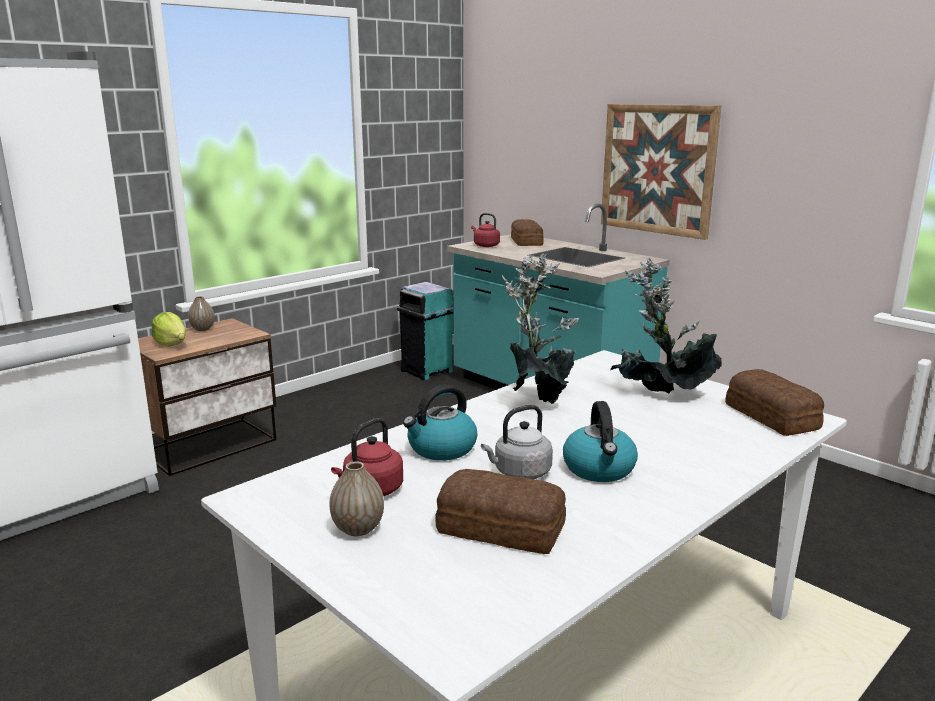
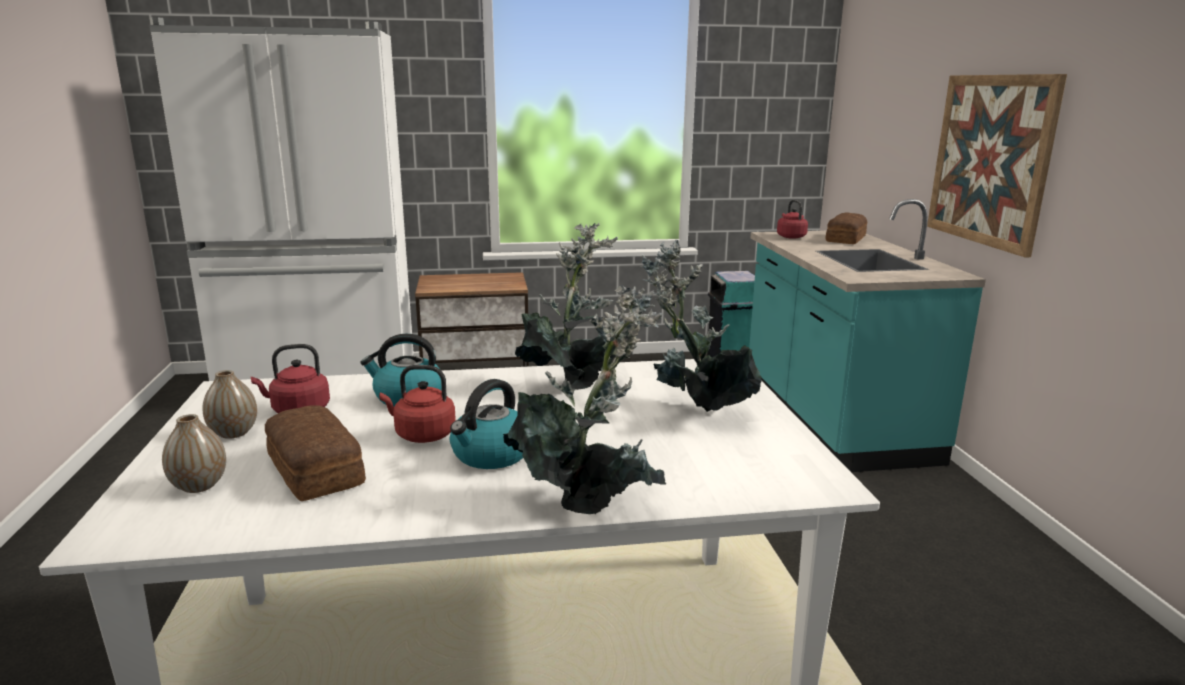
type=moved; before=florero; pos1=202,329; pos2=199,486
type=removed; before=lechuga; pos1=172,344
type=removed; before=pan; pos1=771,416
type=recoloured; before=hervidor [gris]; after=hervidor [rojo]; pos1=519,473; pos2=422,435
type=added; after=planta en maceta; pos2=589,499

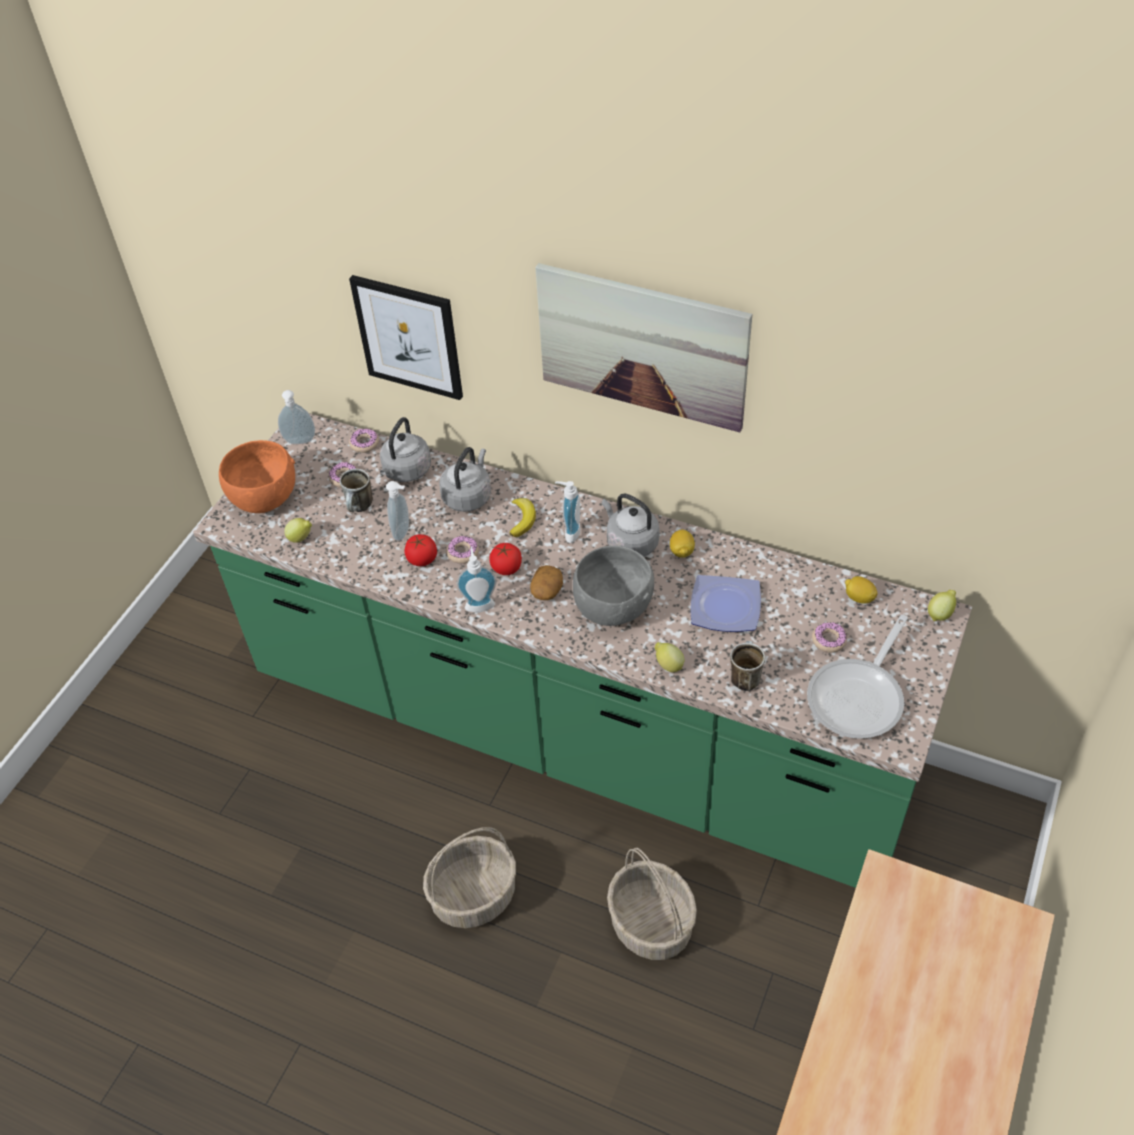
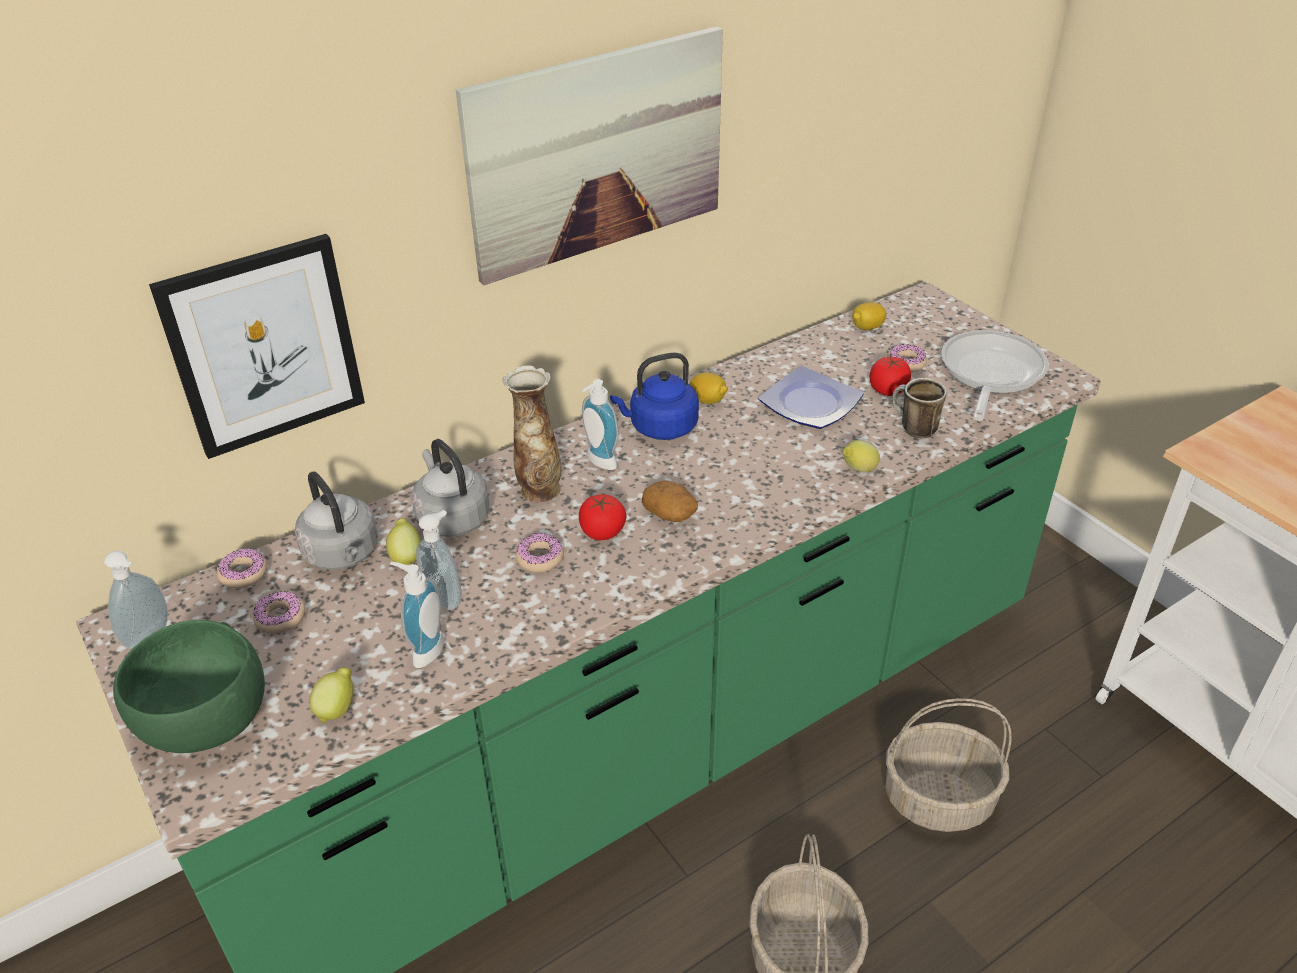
type=recoloured; before=cuenco [naranja]; after=cuenco [verde]; pos1=264,497; pos2=206,721
type=removed; before=taza grande; pos1=360,508
type=recoloured; before=hervidor [gris]; after=hervidor [azul]; pos1=630,542; pos2=660,427
type=replaced; before=plátano; after=florero; pos1=522,519; pos2=539,489
type=moved; before=tomate; pos1=422,559; pos2=888,390
type=removed; before=cuenco [gris]; pos1=613,606
type=moved; before=dispensador de jabón; pos1=479,603; pos2=424,650
type=moved; before=limón; pos1=940,614; pos2=406,557
type=turned; before=sartén; pos1=859,697; pos2=989,375; turn=-135

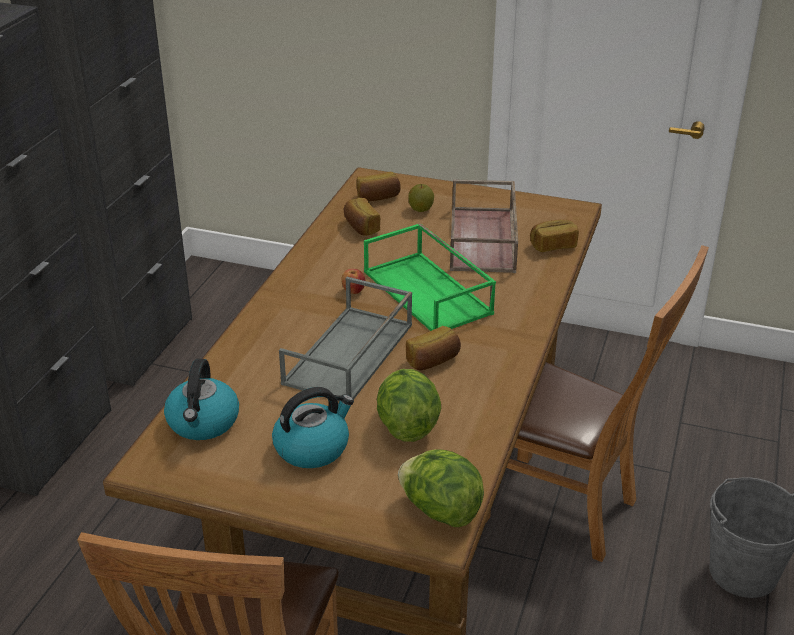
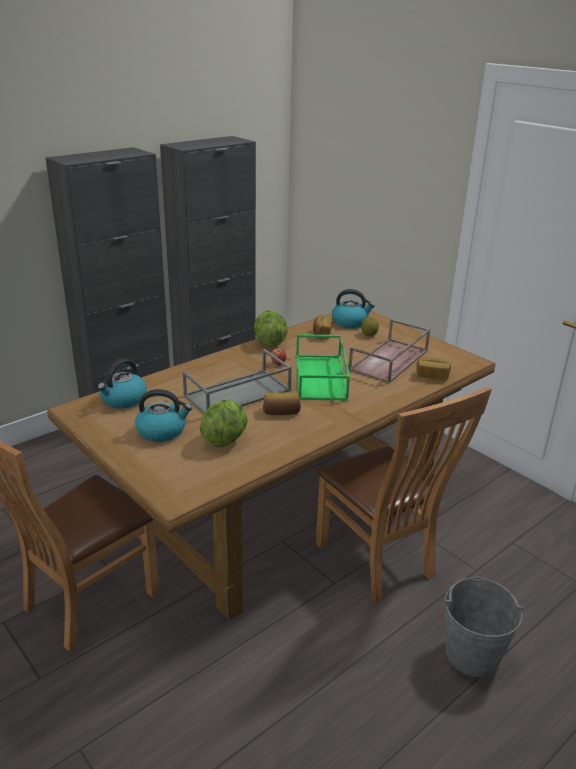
type=replaced; before=pan; after=hervidor; pos1=378,197; pos2=350,322
type=moved; before=lechuga; pos1=440,511; pos2=269,342

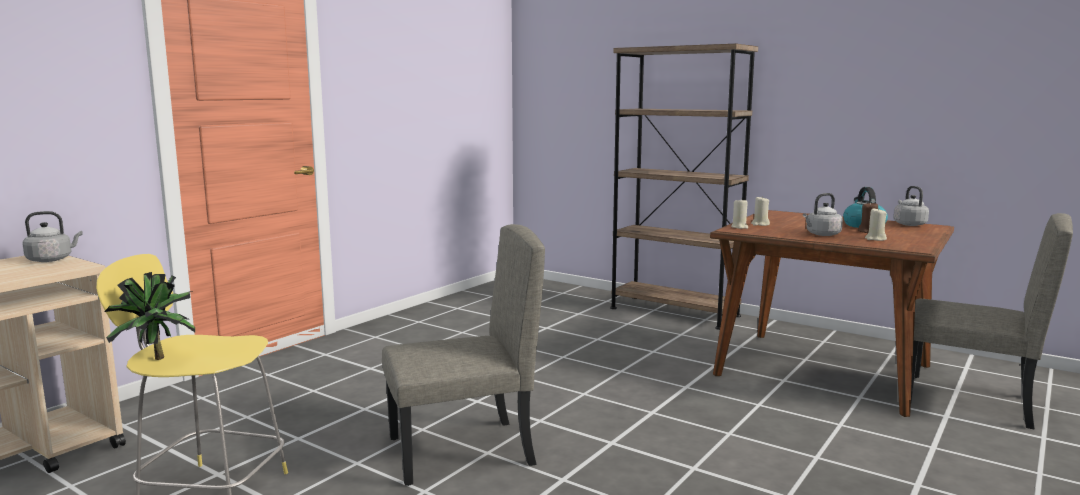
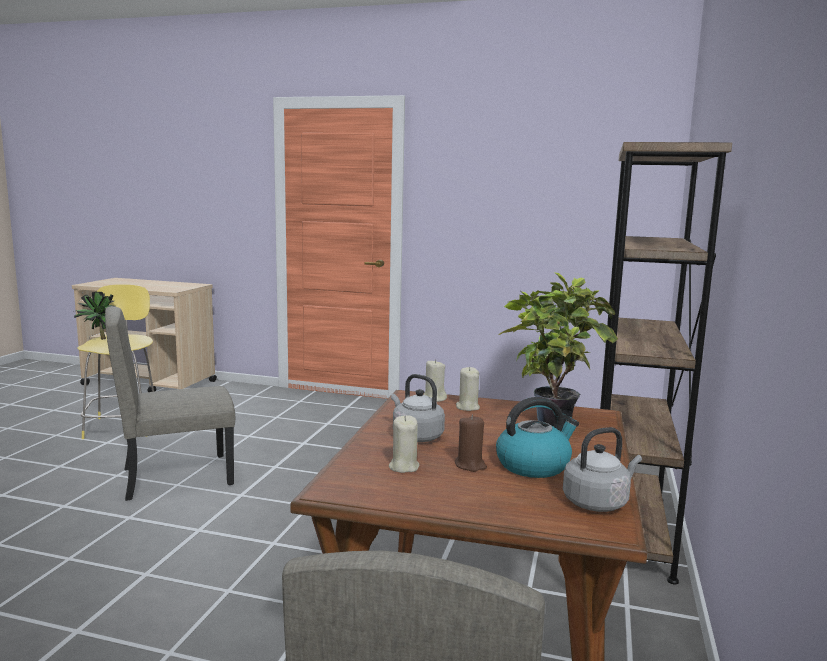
type=removed; before=hervidor [gris]; pos1=52,259
type=turned; before=silla [beis]; pos1=461,452; pos2=177,476; turn=105
type=added; after=planta en maceta; pos2=552,420

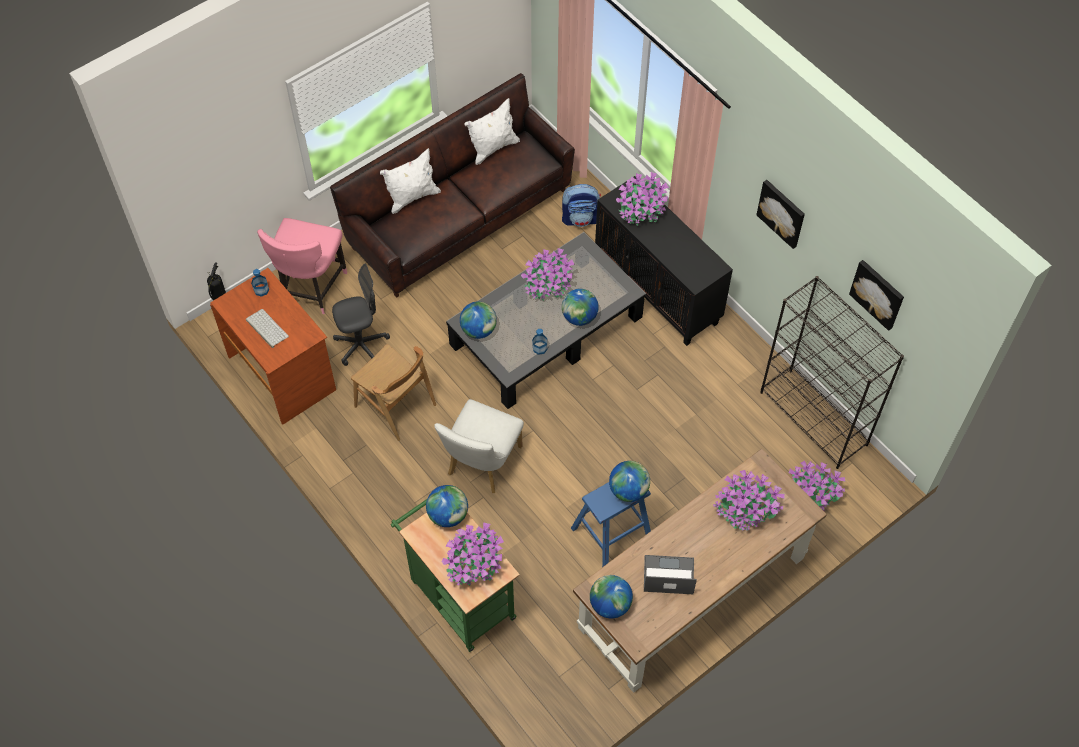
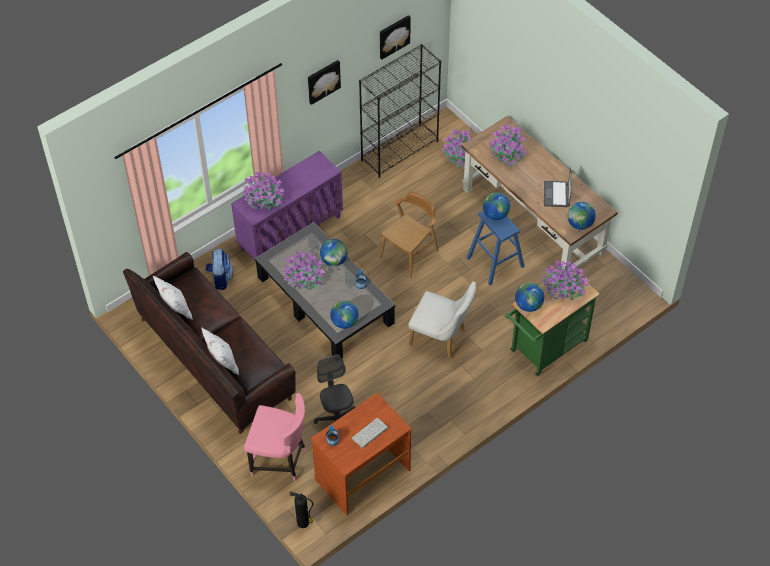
type=recoloured; before=armario [negro]; after=armario [morado]; pos1=658,290; pos2=290,232
type=moved; before=silla [marrón]; pos1=395,406; pos2=409,254

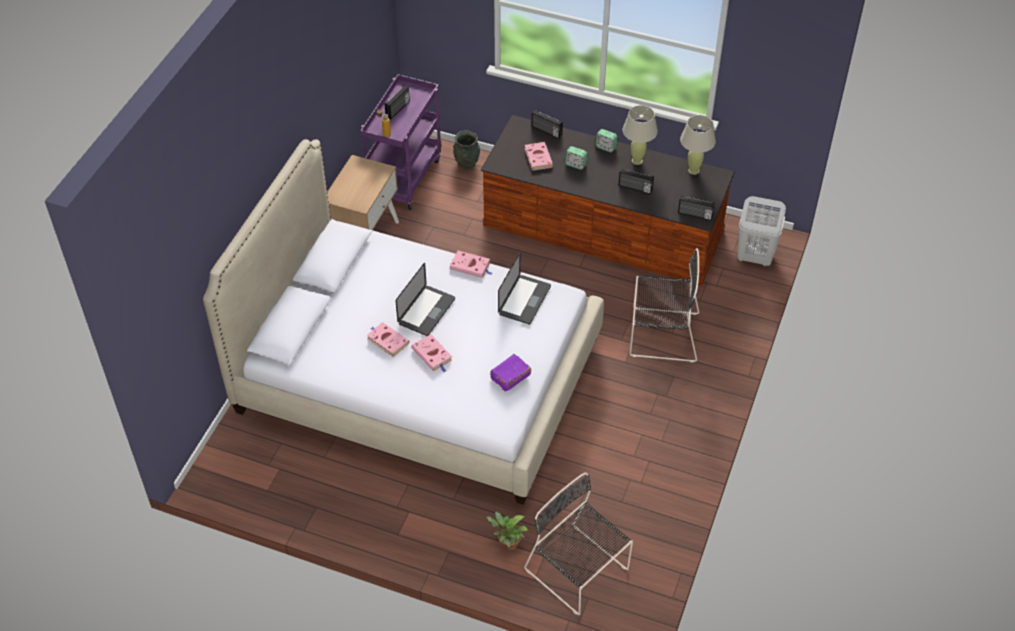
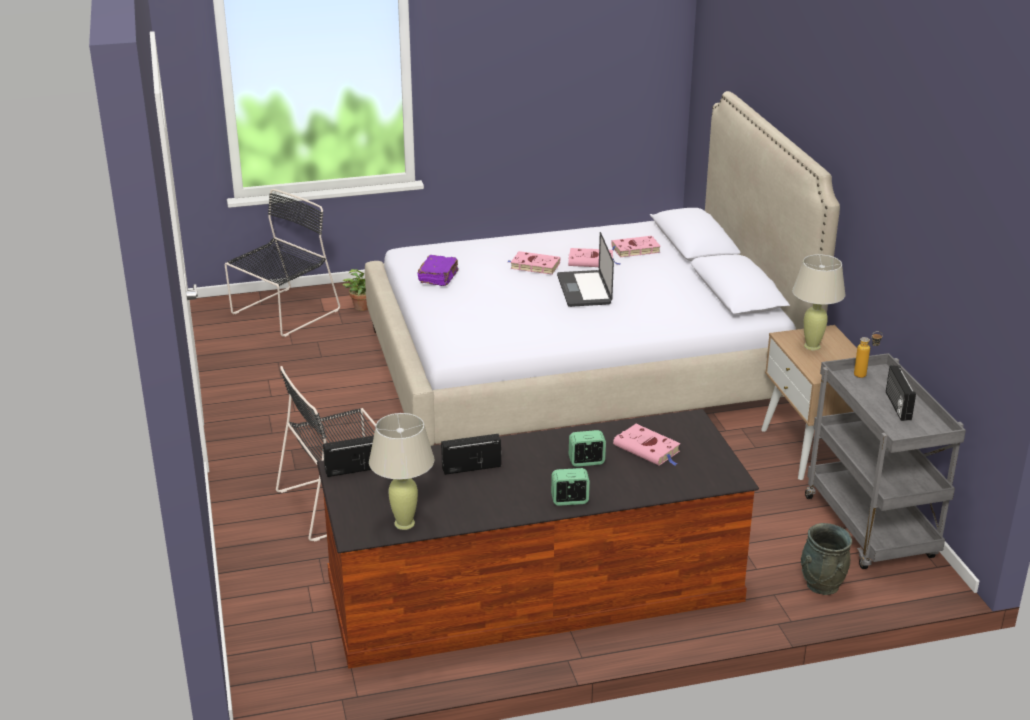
type=recoloured; before=carrito [morado]; after=carrito [gris]; pos1=404,177; pos2=871,529
type=moved; before=lámpara de mesa [beis]; pos1=637,161; pos2=812,346
type=removed; before=radio; pos1=546,131
type=removed; before=cesto de la ropa [blanco]; pos1=754,257
type=moved; before=libro [rosa]; pos1=471,266; pos2=634,250
type=removed; before=portátil; pos1=524,300
type=turned; before=silla [negro]; pos1=578,572; pos2=283,313; turn=-60

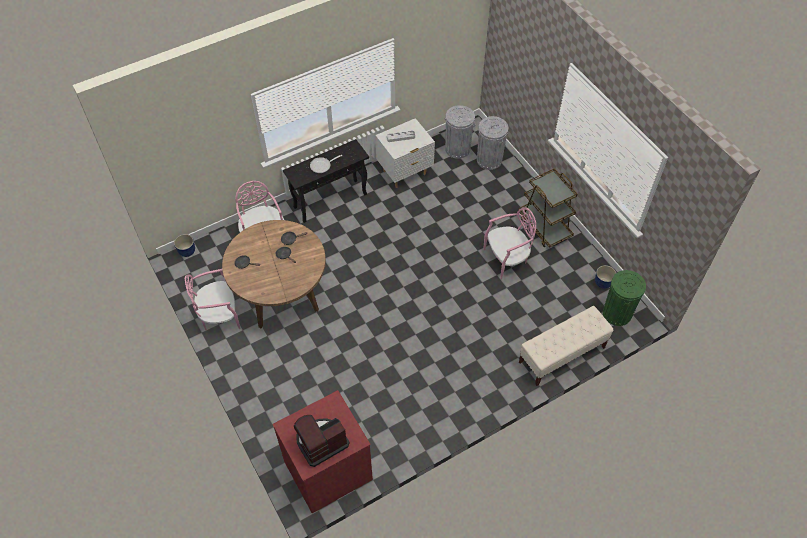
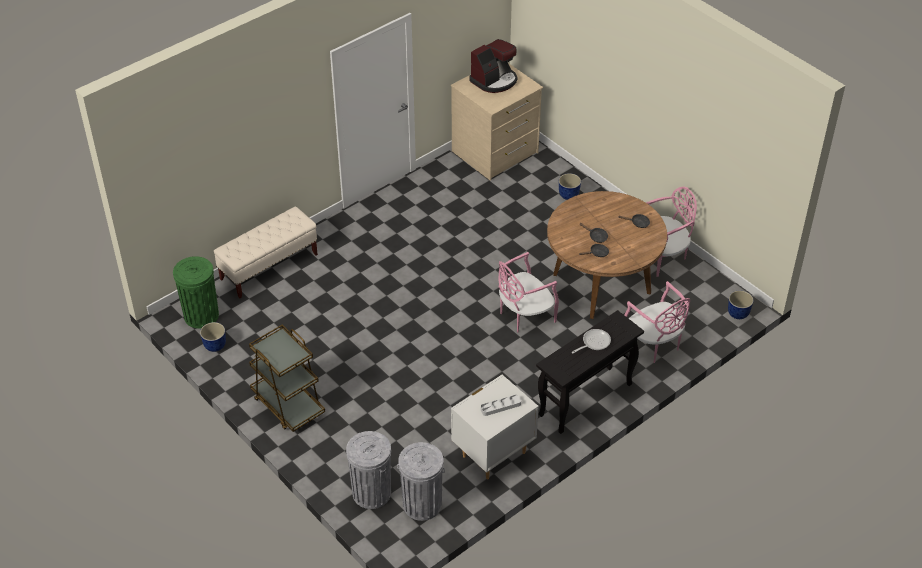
type=moved; before=silla [rosa]; pos1=507,259; pos2=524,315
type=recoloured; before=cómoda [rojo]; after=cómoda [beis]; pos1=327,469; pos2=495,153
type=added; after=maceta; pos2=569,195

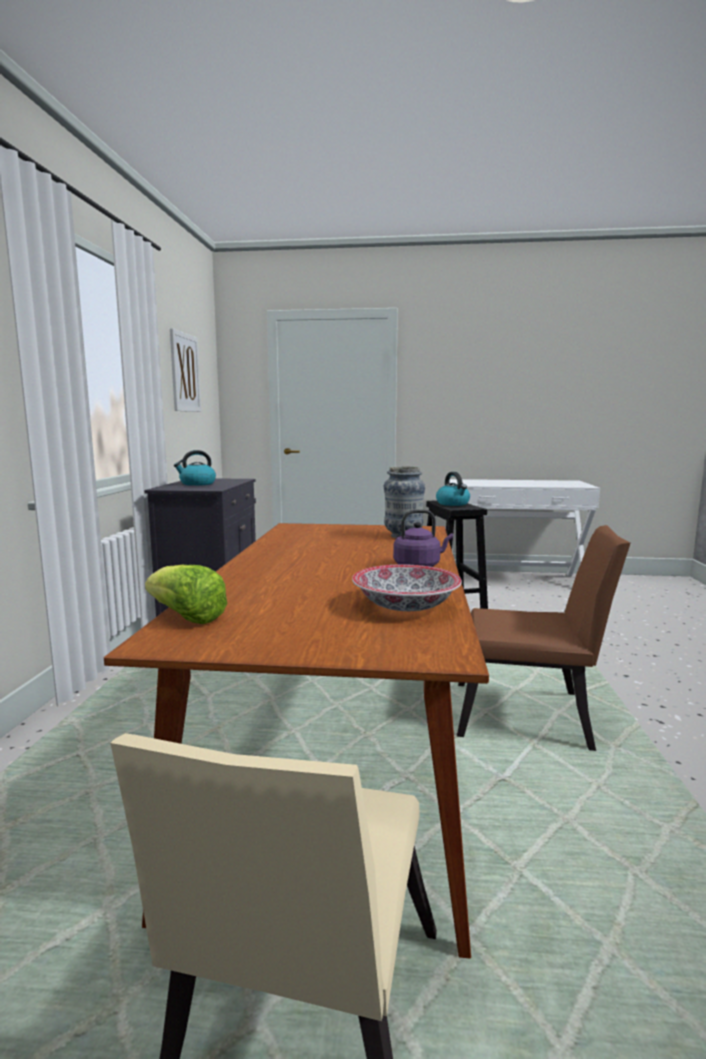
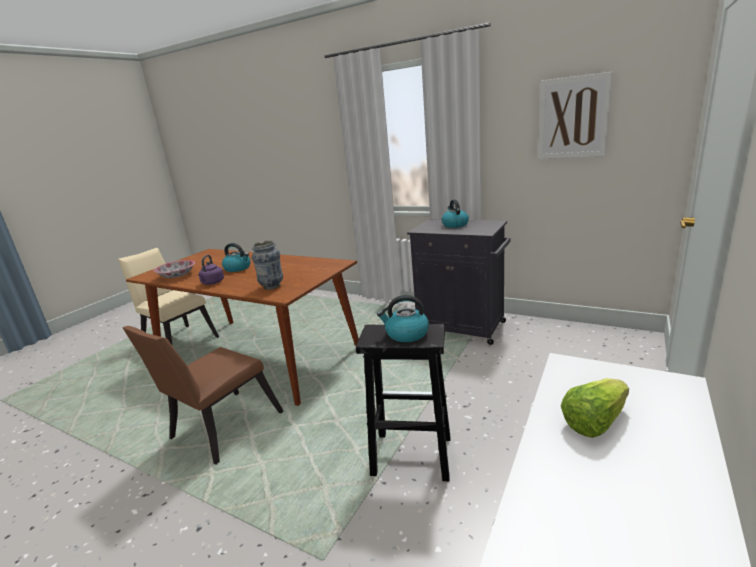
type=moved; before=lechuga; pos1=186,617; pos2=594,422
type=added; after=hervidor; pos2=238,268

